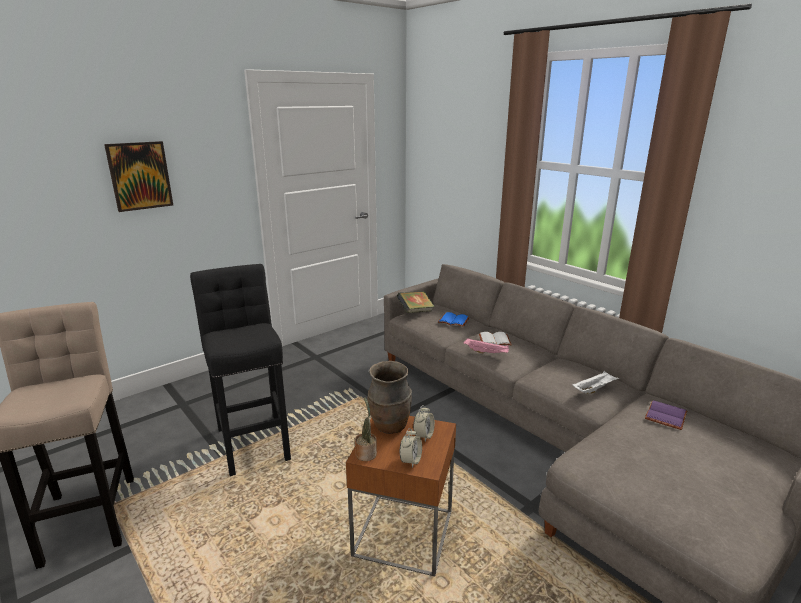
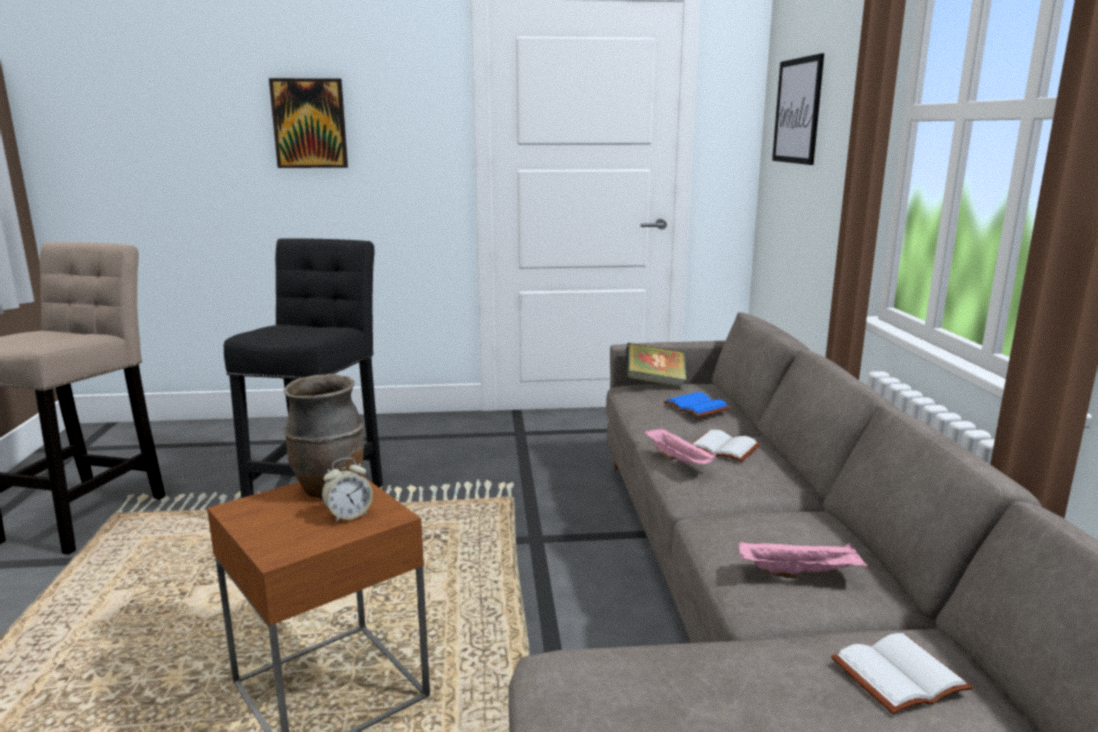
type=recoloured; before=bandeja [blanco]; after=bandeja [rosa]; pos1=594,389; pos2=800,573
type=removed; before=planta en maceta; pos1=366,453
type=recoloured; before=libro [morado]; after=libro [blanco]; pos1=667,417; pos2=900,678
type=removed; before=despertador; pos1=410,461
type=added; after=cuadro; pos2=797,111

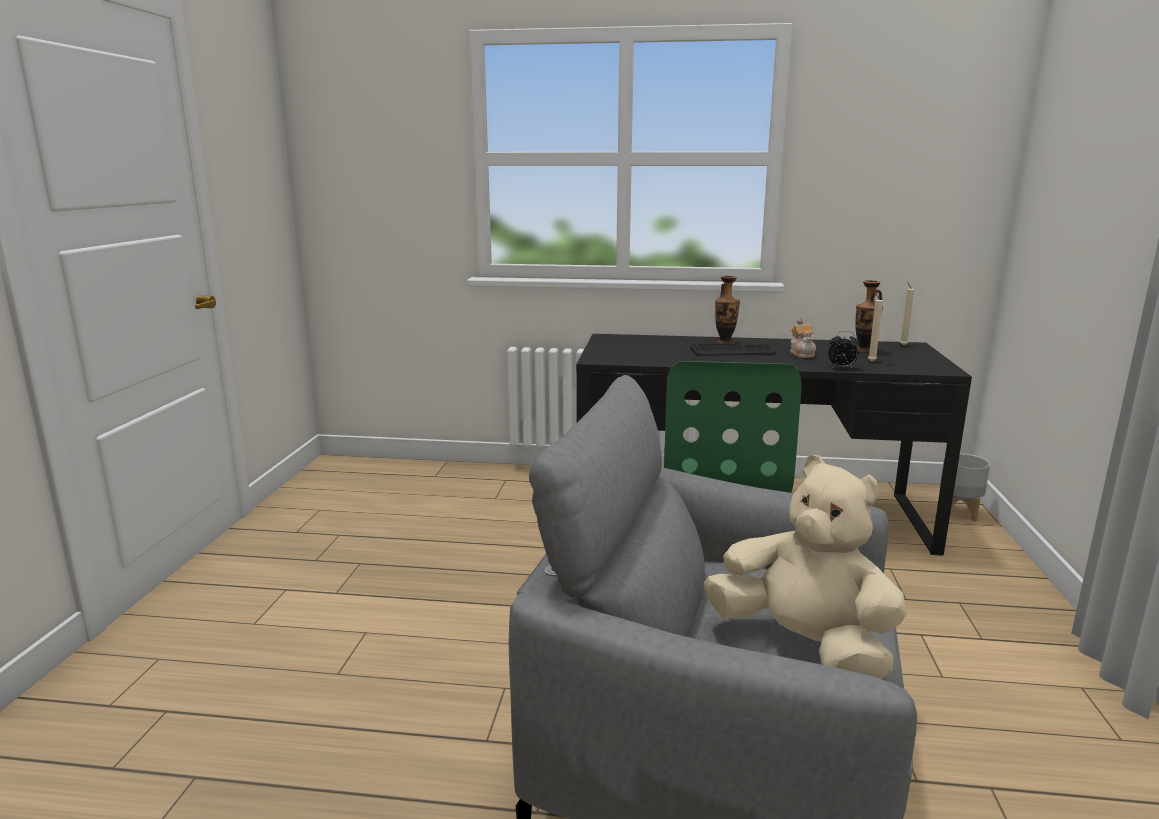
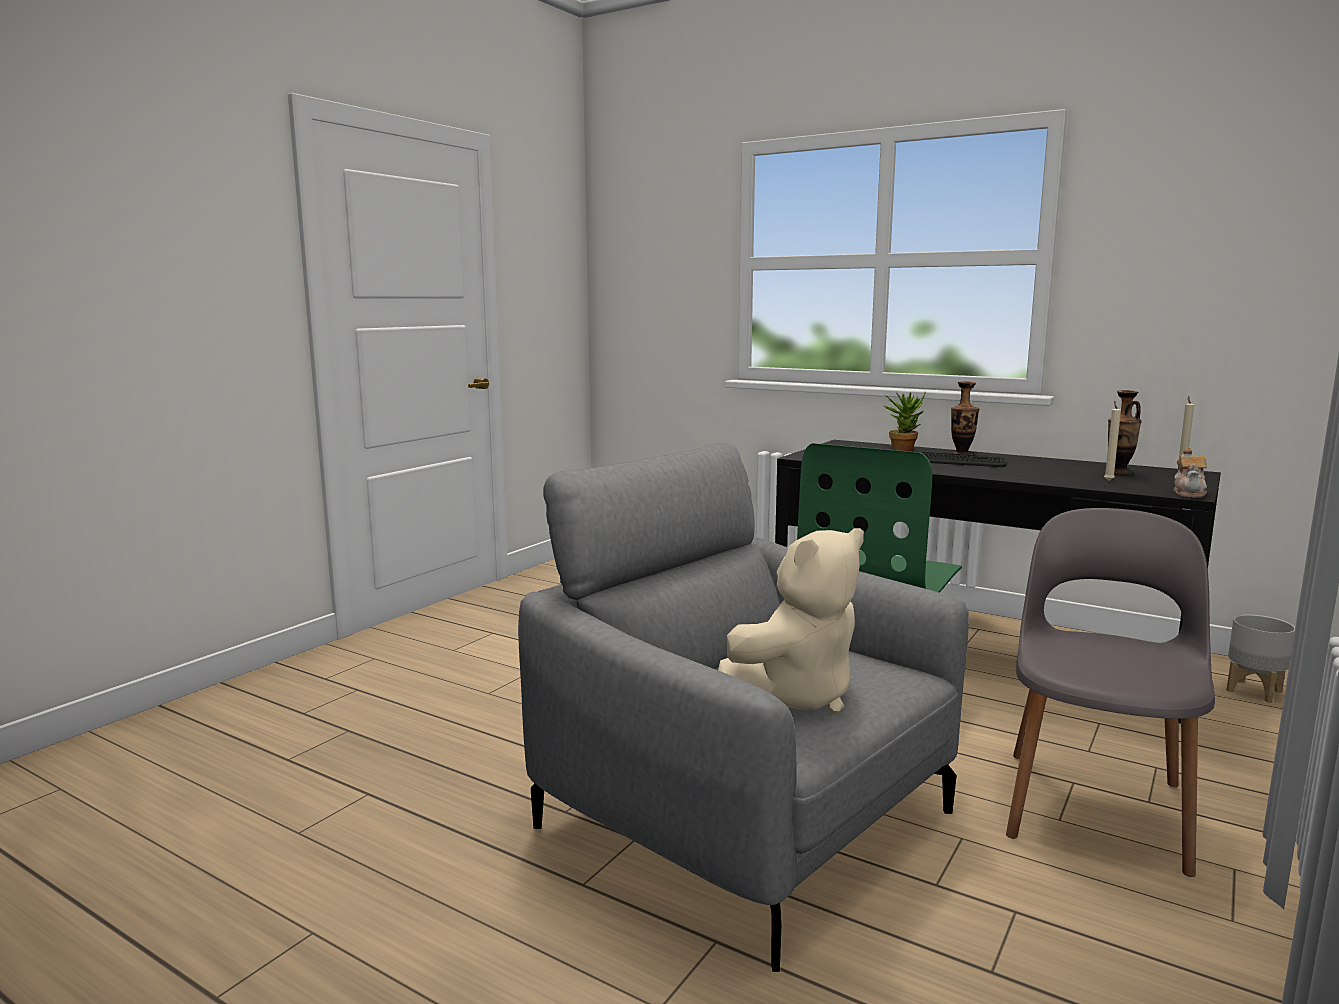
type=moved; before=tetera; pos1=802,354; pos2=1189,493
type=removed; before=despertador; pos1=841,368
type=turned; before=peluche [beis]; pos1=803,646; pos2=794,696; turn=75
type=added; after=planta en maceta; pos2=903,449
type=added; after=silla [gris]; pos2=1095,805

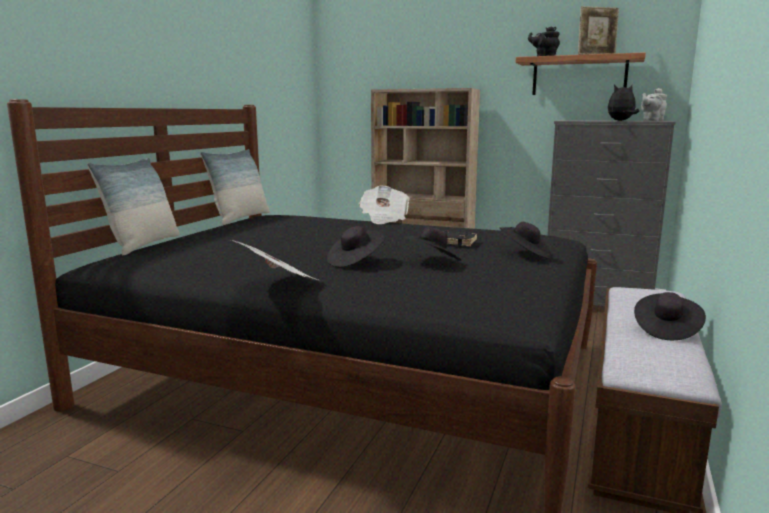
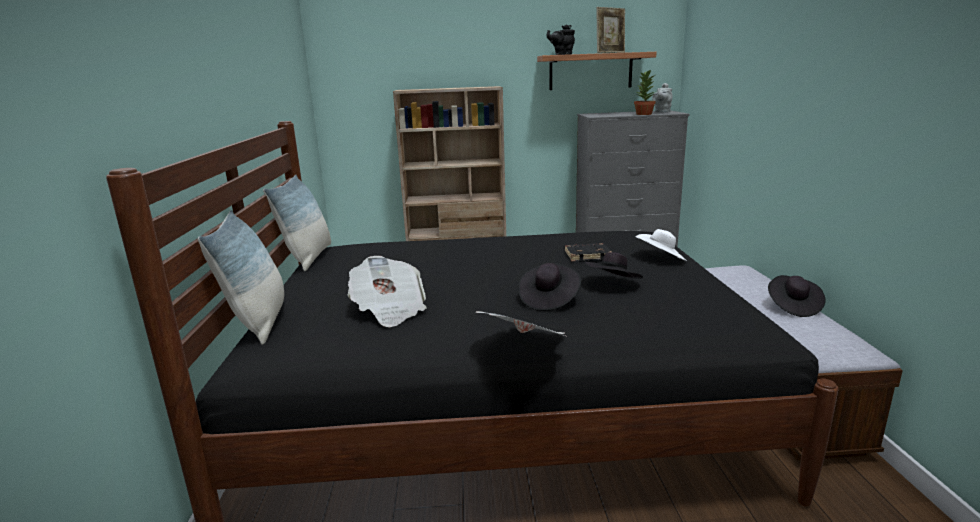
type=replaced; before=peluche; after=planta en maceta; pos1=621,120; pos2=643,114
type=moved; before=periódico; pos1=384,219; pos2=389,310
type=recoloured; before=sombrero [negro]; after=sombrero [blanco]; pos1=525,255; pos2=661,259

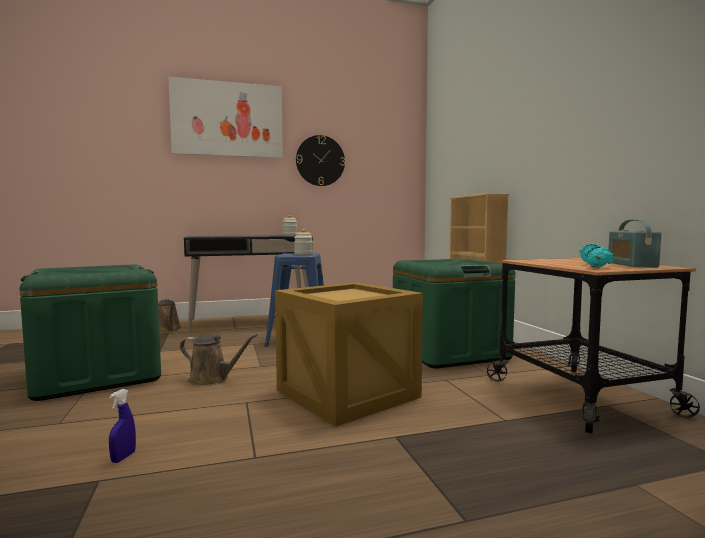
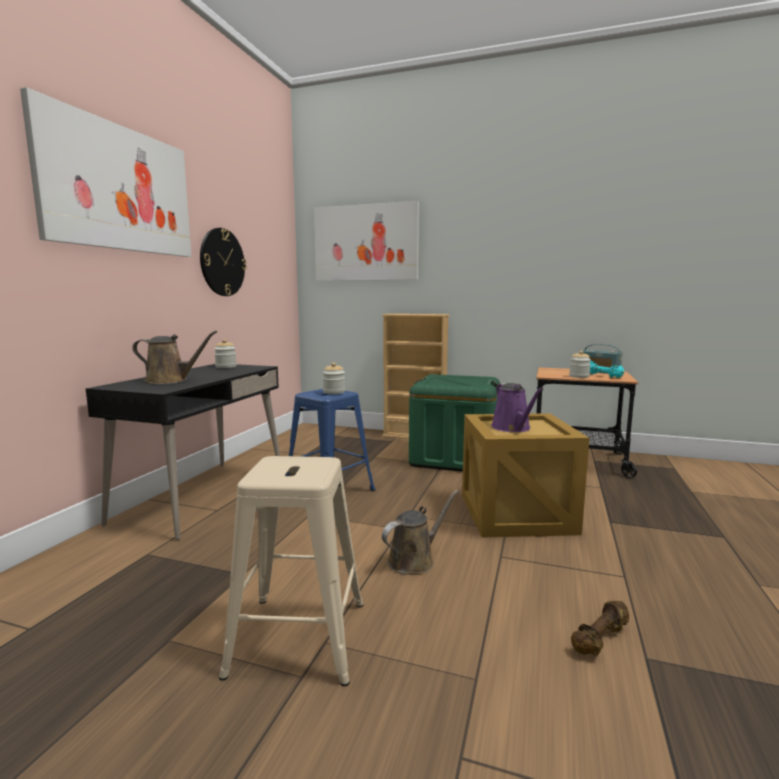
type=replaced; before=caja de almacenaje [verde]; after=taburete [beis]; pos1=97,375; pos2=297,636
type=moved; before=regadera [marrón]; pos1=168,329; pos2=170,380
type=replaced; before=pulverizador [azul]; after=mancuerna [marrón]; pos1=123,457; pos2=601,639
type=added; after=cuadro; pos2=366,243
type=added; after=tarro; pos2=579,376
type=added; after=regadera [morado]; pos2=513,428

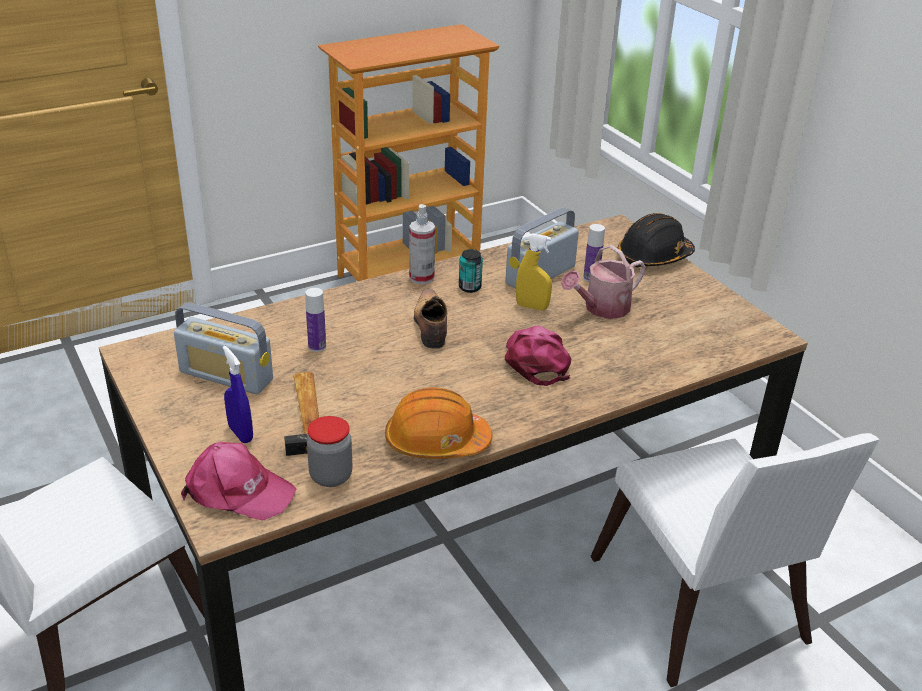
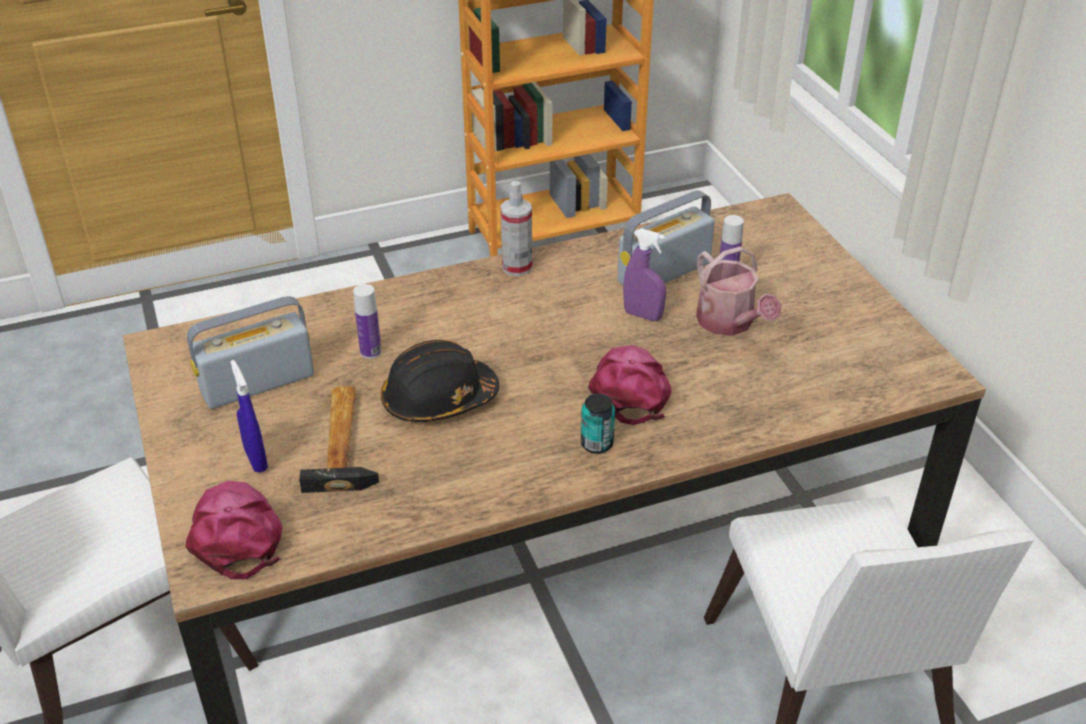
type=moved; before=casco [negro]; pos1=654,257; pos2=438,400
type=recoloured; before=pulverizador [amarillo]; after=pulverizador [morado]; pos1=532,307; pos2=642,315
type=turned; before=regadera; pos1=601,308; pos2=729,323; turn=-90
type=moved; before=lata; pos1=469,287; pos2=597,444
type=removed; before=zapato; pos1=430,325
type=turned; before=radio; pos1=226,376; pos2=257,383; turn=120
type=removed; before=casco [naranja]; pos1=436,442
type=removed; before=tarro; pos1=331,476
type=turned; before=gorra [rosa]; pos1=238,491; pos2=236,534; turn=-135

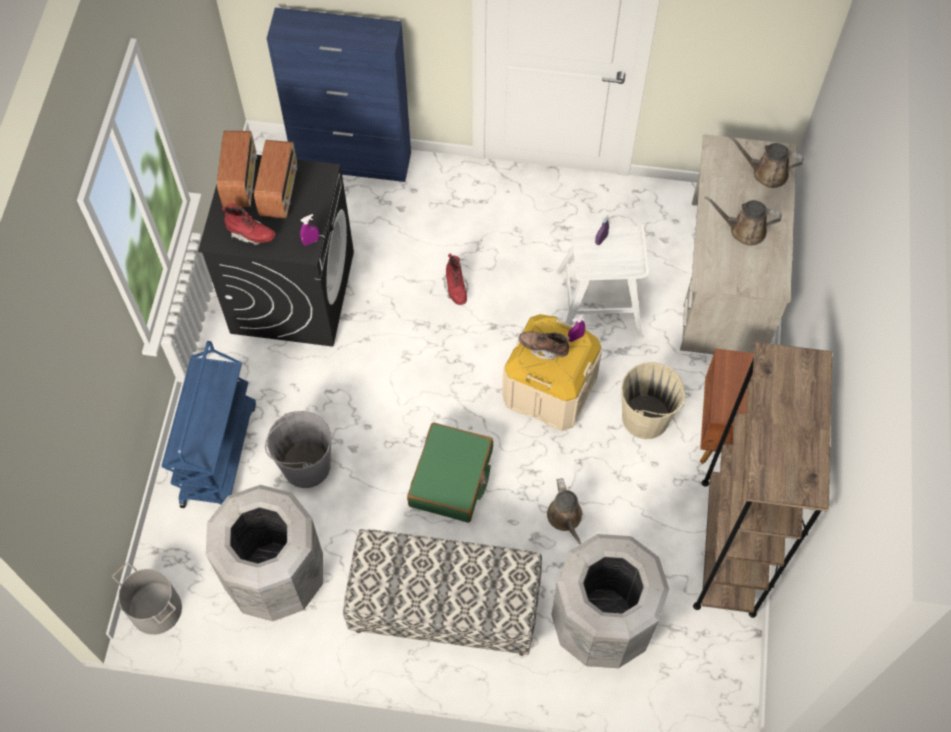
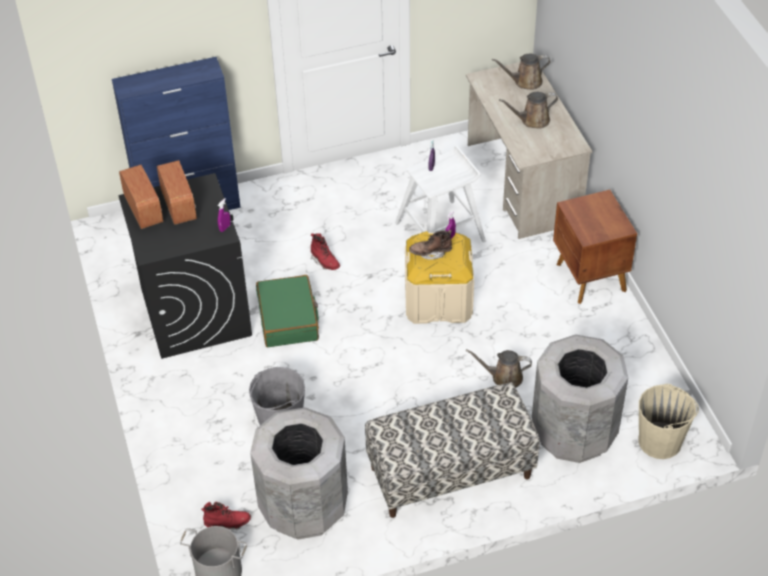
type=moved; before=bota [rojo]; pos1=251,234; pos2=227,523
type=removed; before=carrito [azul]; pos1=218,454
type=removed; before=estantería [marrón]; pos1=728,546
type=moved; before=cubo [beis]; pos1=646,418; pos2=660,441
type=moved; before=maleta [verde]; pos1=451,478; pos2=288,319
type=turned; before=regadera [marrón]; pos1=565,518; pos2=503,377; turn=135

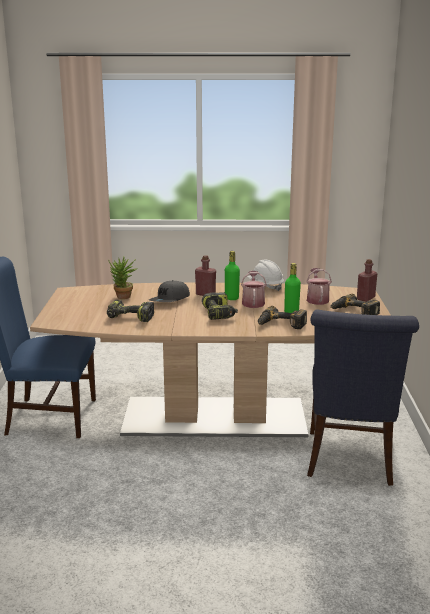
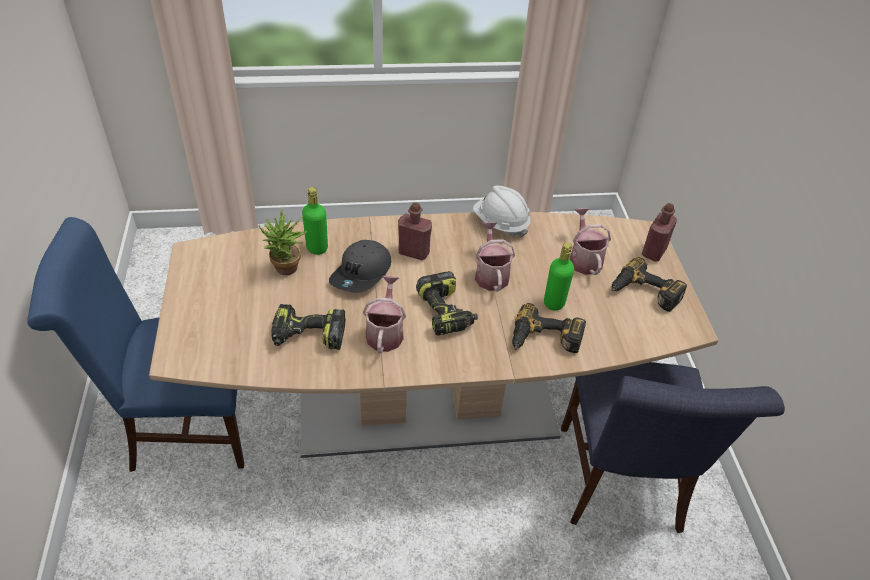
type=moved; before=botella [verde]; pos1=231,298; pos2=317,248
type=added; after=regadera; pos2=385,332

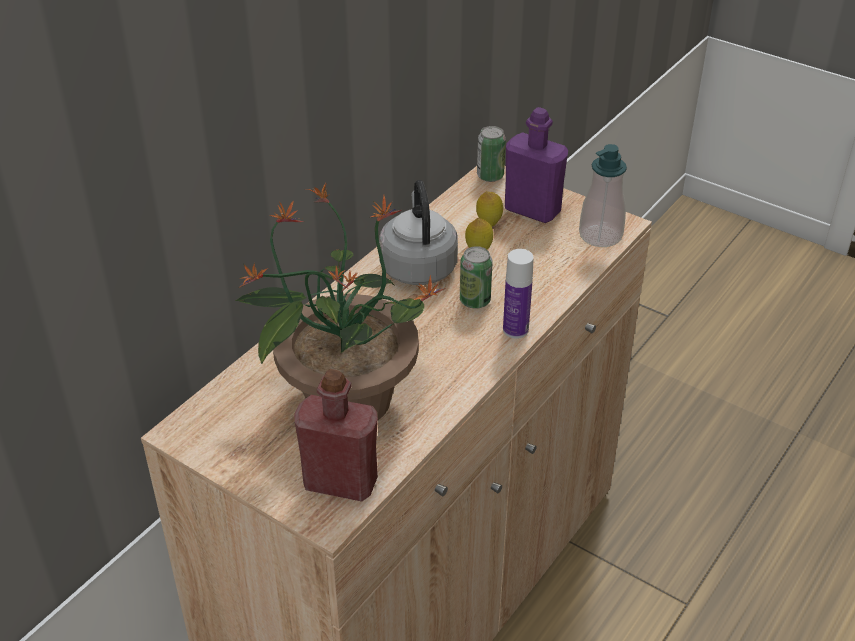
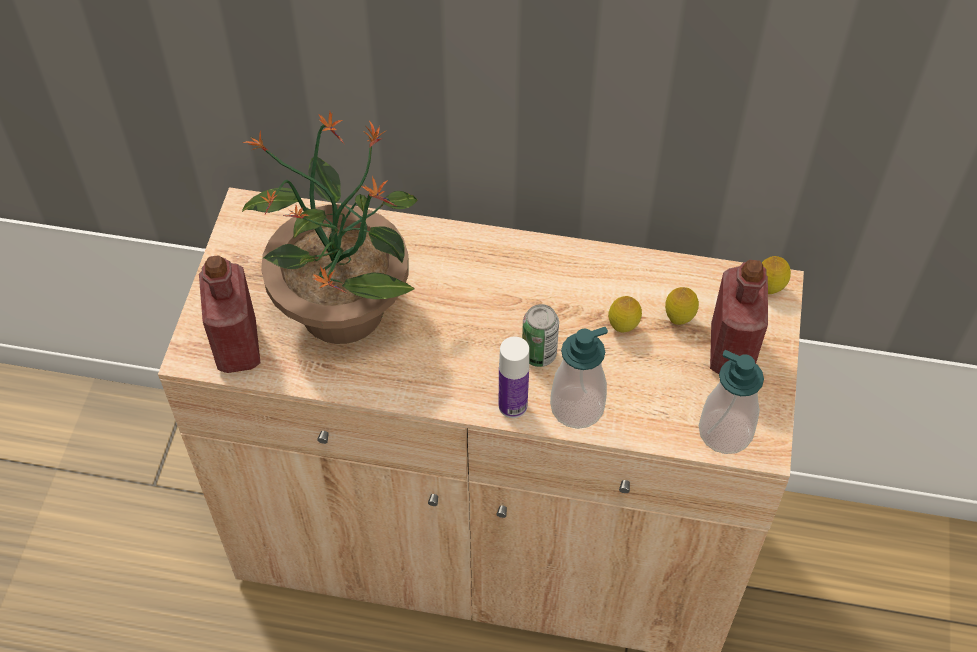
type=recoloured; before=botella [morado]; after=botella [rojo]; pos1=532,210; pos2=731,350
type=replaced; before=lata; after=limón; pos1=490,176; pos2=769,288
type=removed; before=hervidor [gris]; pos1=418,266
type=added; after=dispensador de jabón; pos2=577,407

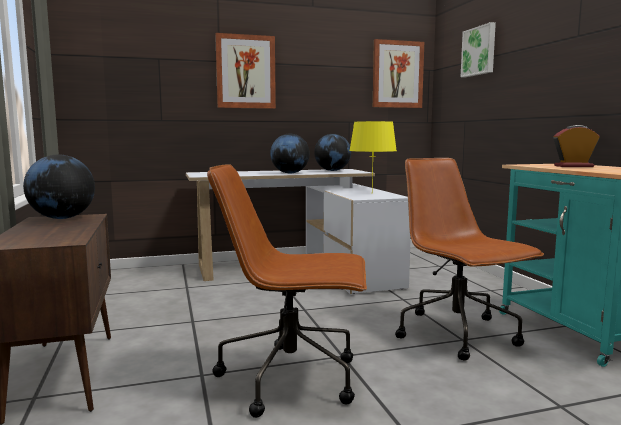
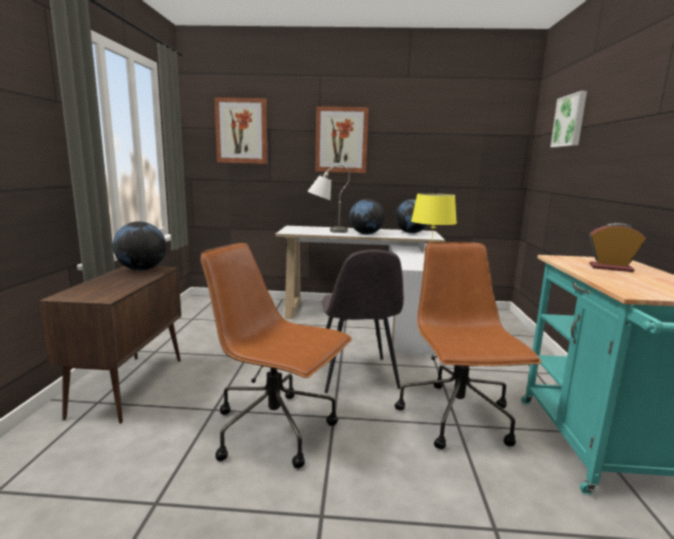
type=moved; before=cuadro; pos1=397,74; pos2=241,131
type=added; after=lámpara de mesa [gris]; pos2=326,231
type=added; after=silla [gris]; pos2=356,376

